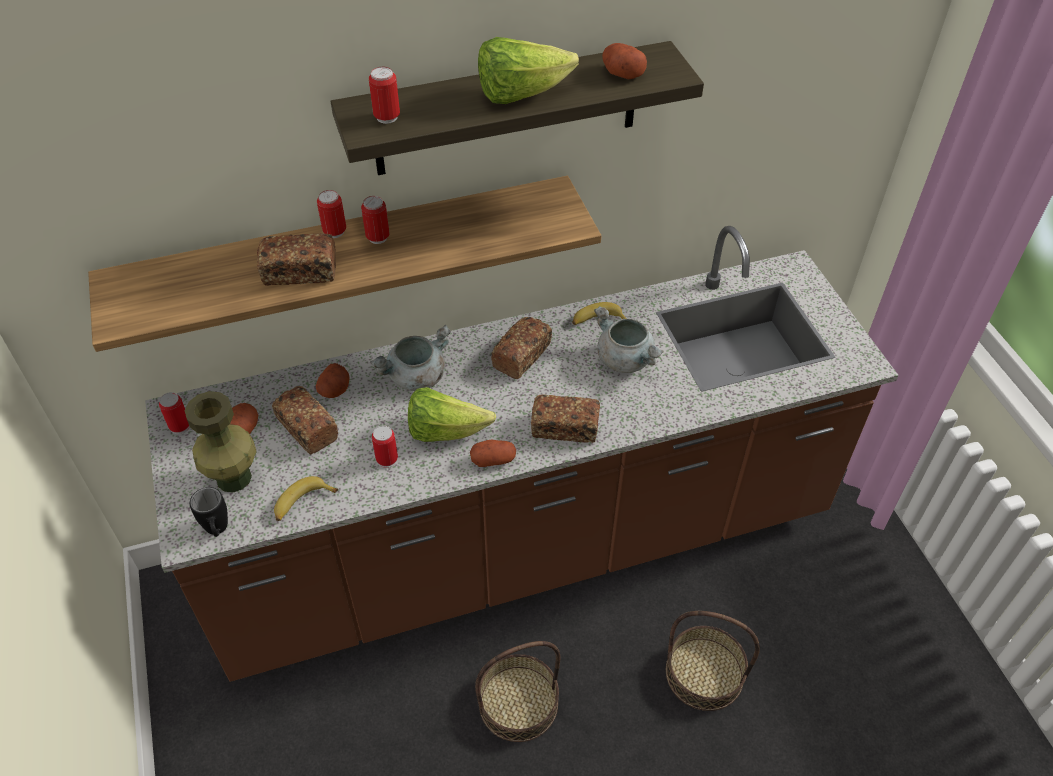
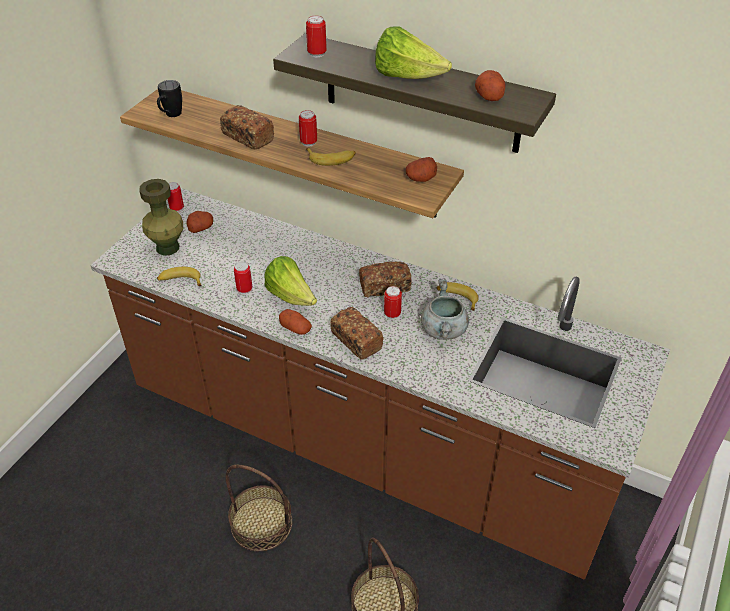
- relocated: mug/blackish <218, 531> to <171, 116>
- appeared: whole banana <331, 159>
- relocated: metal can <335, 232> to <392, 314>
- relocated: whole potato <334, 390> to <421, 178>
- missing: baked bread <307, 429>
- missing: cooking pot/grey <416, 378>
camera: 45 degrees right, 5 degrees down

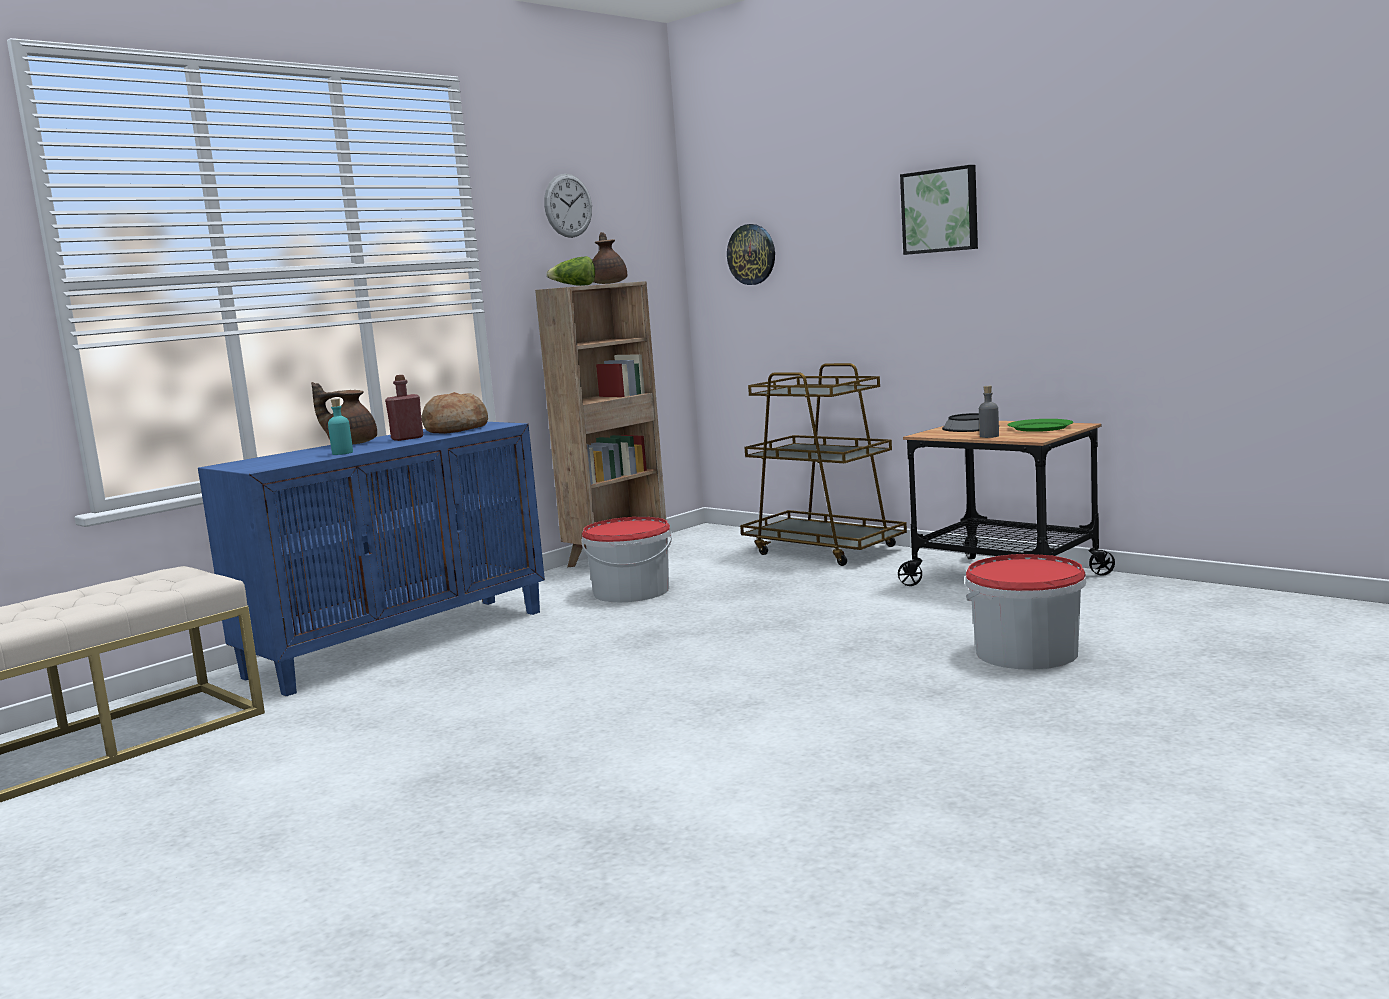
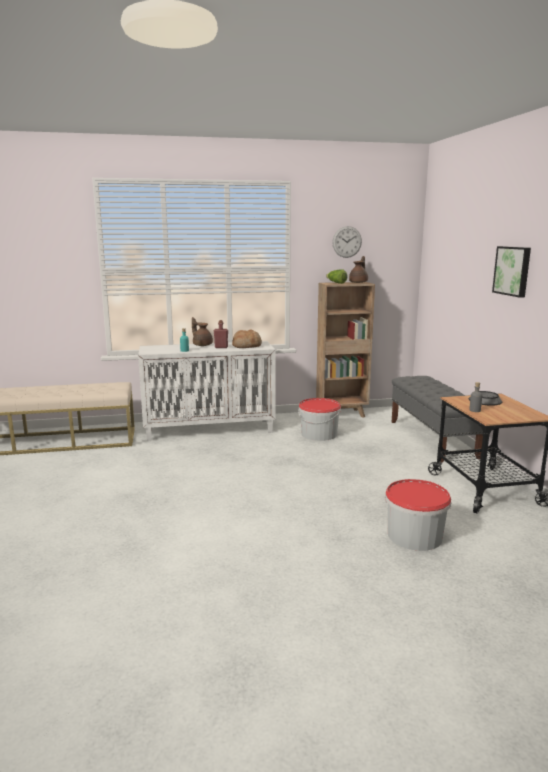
- colour: cupboard/bluish <400, 642> to cupboard/white <210, 430>
- exchanged: cart/brownish <823, 550> to bench/grey <432, 439>
- missing: hanging clock <752, 254>
- missing: flat dish/green <1040, 428>
camera: 35 degrees right, 5 degrees up

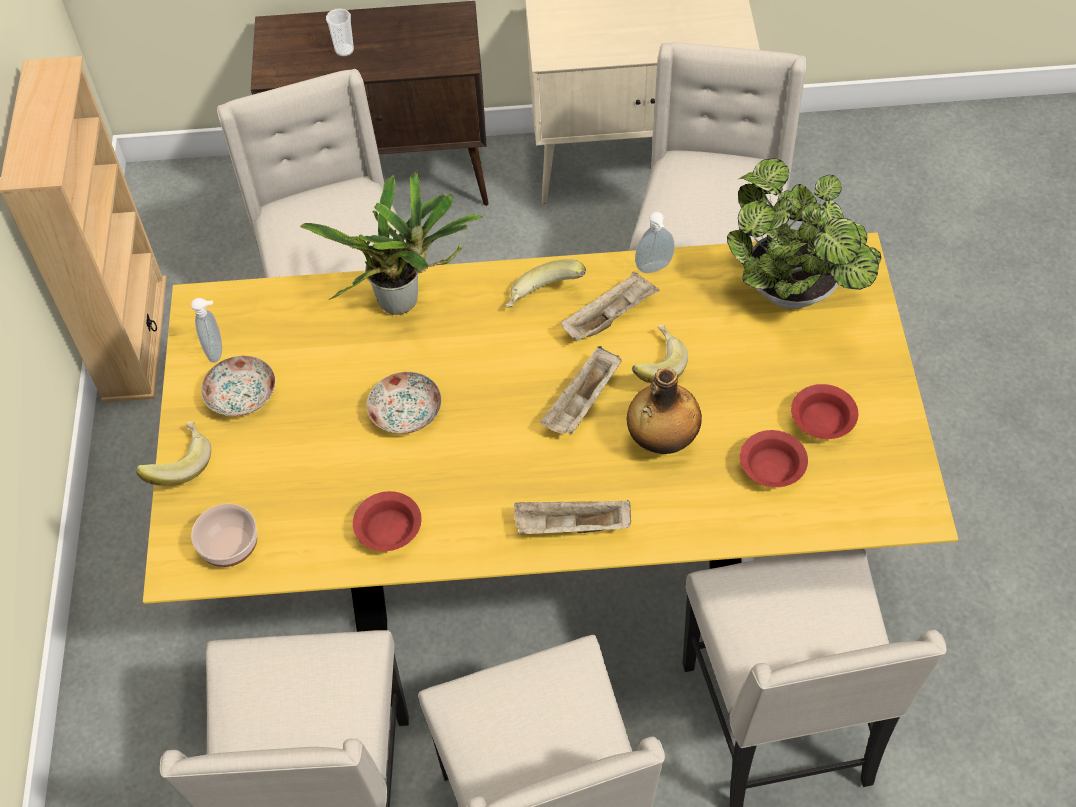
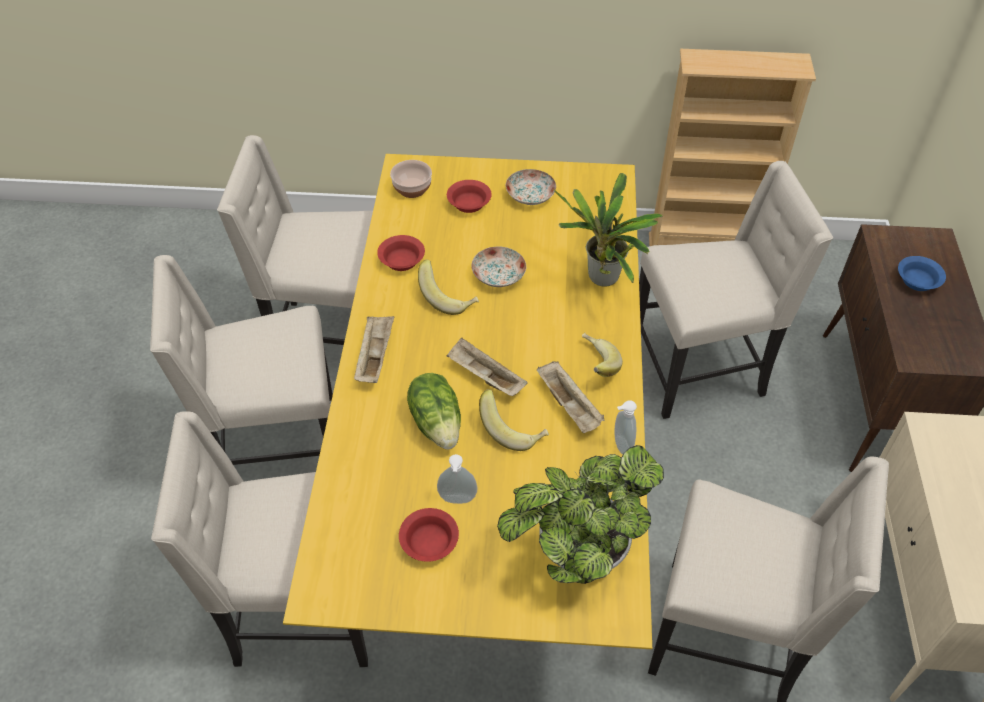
- exchanged: drink bottle <661, 441> to lettuce <437, 423>
- relocated: whole banana <178, 464> to <448, 298>
- relocated: soap dispenser <217, 351> to <457, 500>
- relocated: deep dish/red-coloured <773, 468> to <469, 204>
- exchanged: cup <344, 50> to deep dish/bluish <916, 281>
camera: 95 degrees right, 5 degrees down

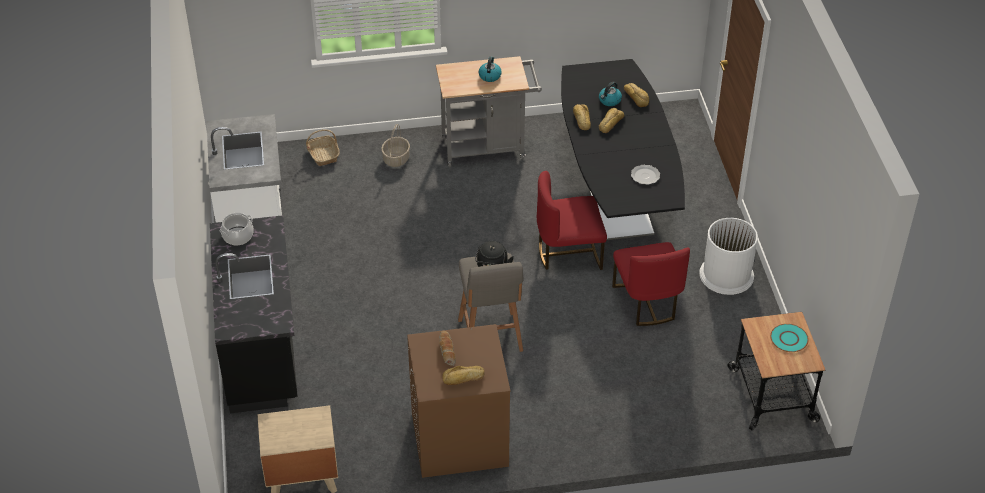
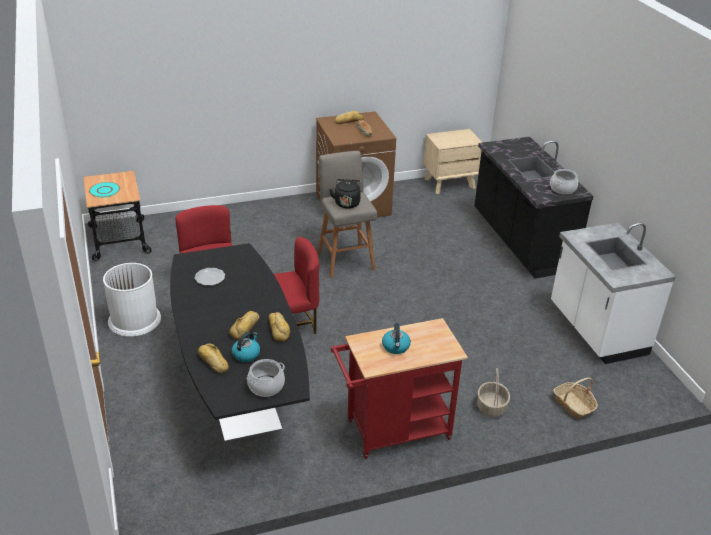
- appeared: cooking pot <266, 386>
- colour: cart/grey <488, 147> to cart/red-coloured <391, 432>
camera: 170 degrees right, 10 degrees down

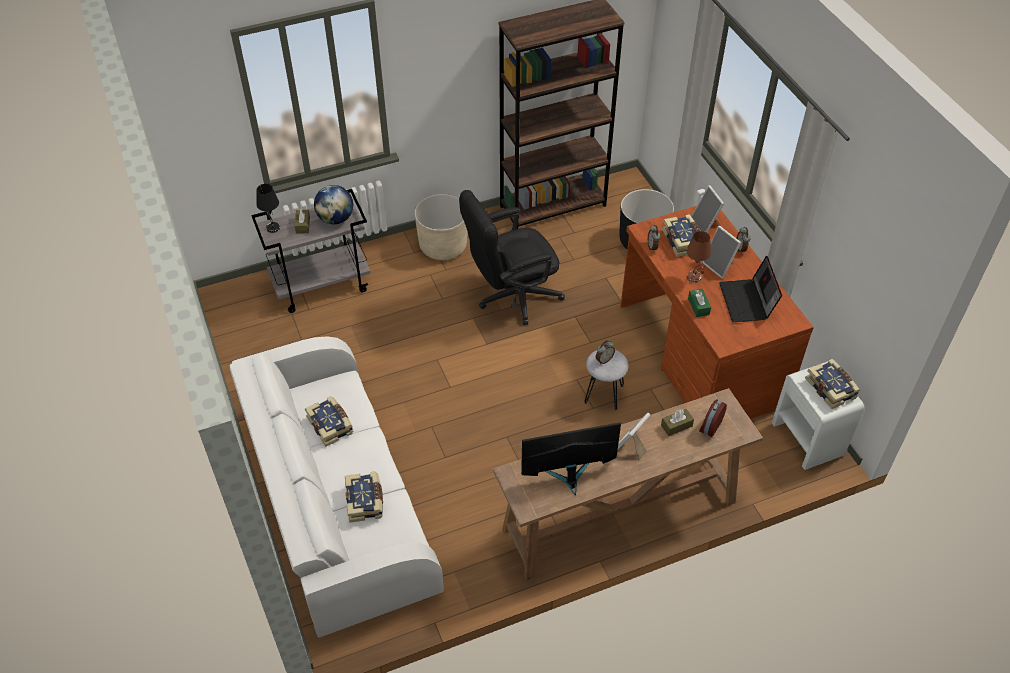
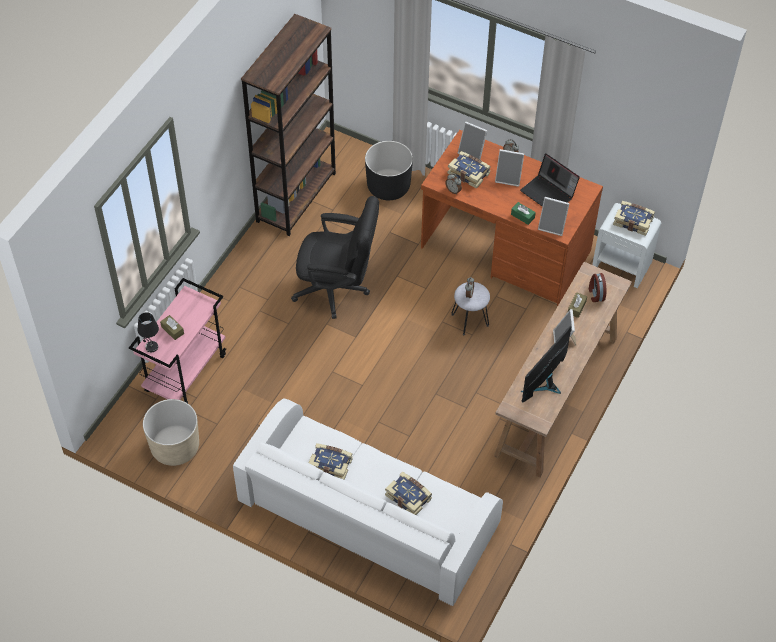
- colour: cart/grey <322, 285> to cart/pink <186, 372>
- relocated: planter/beige-coloured <443, 246> to <175, 447>
- spun: computer chair/blackish <511, 297> = <337, 289> 105 degrees counterclockwise
- appeared: photo frame <552, 226>
- missing: globe <336, 219>
- missing: tabletop lamp/brownish <694, 277>
camera: 40 degrees left, 5 degrees up

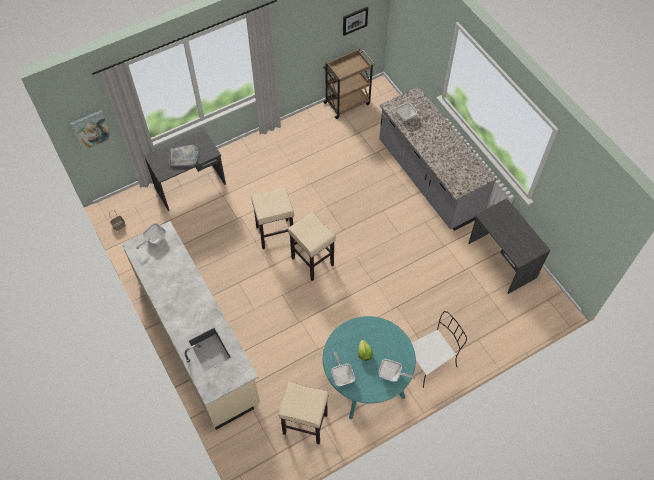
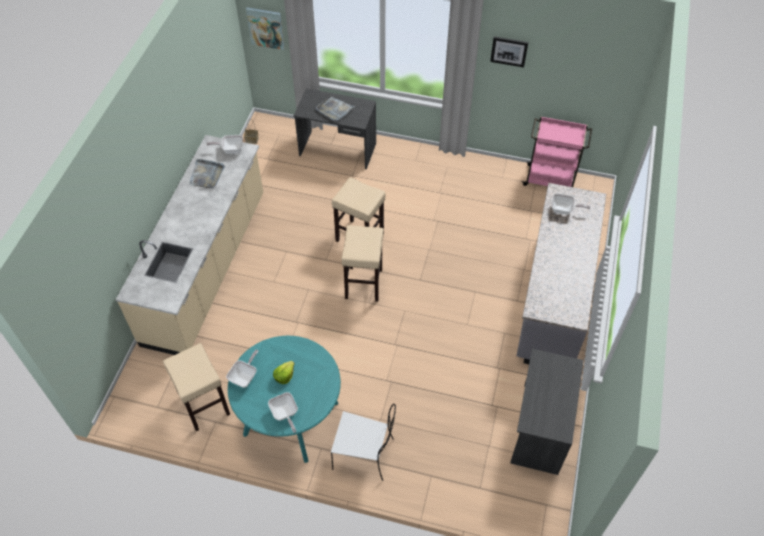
- appeared: tray/grey <206, 175>
- relocated: wall picture <354, 20> to <509, 51>
- colour: cart/brownish <347, 103> to cart/pink <550, 179>
camera: 45 degrees right, 5 degrees down

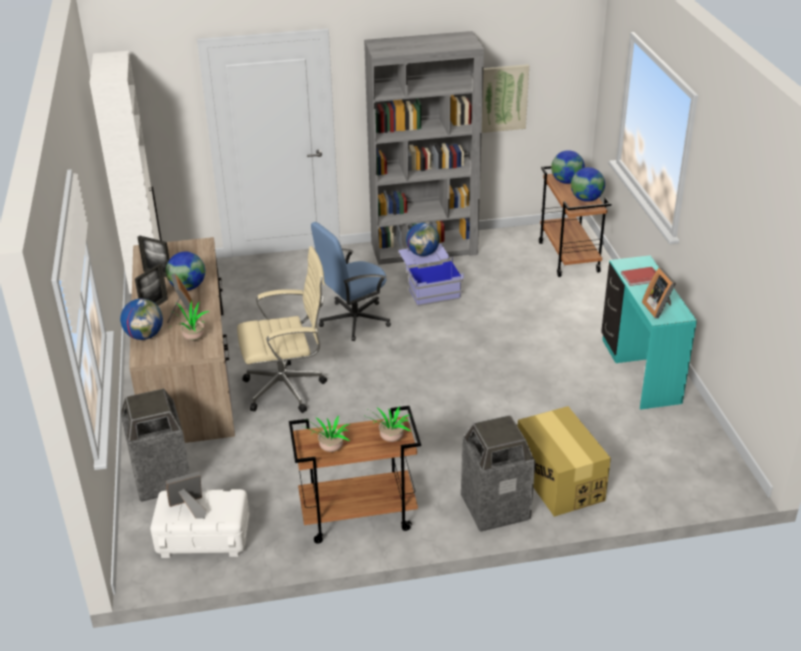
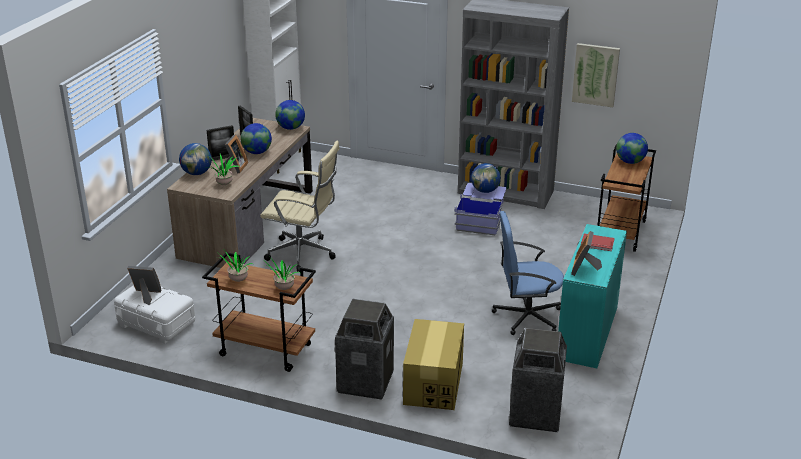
- relocated: globe <586, 199> to <290, 128>
- relocated: computer chair/bluish <353, 320> to <526, 316>
- relocated: waste bin <161, 479> to <535, 414>
camera: 30 degrees right, 5 degrees down

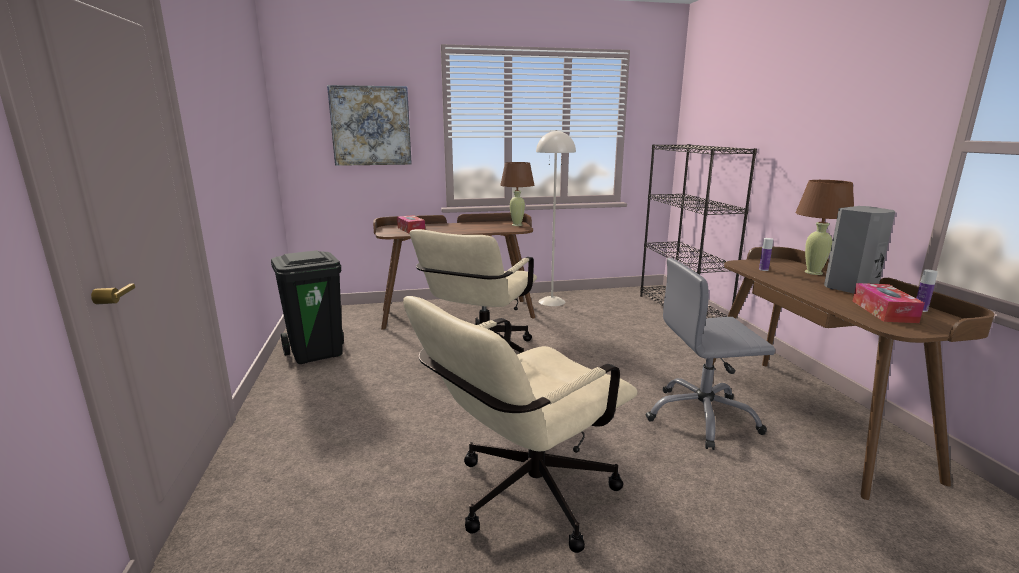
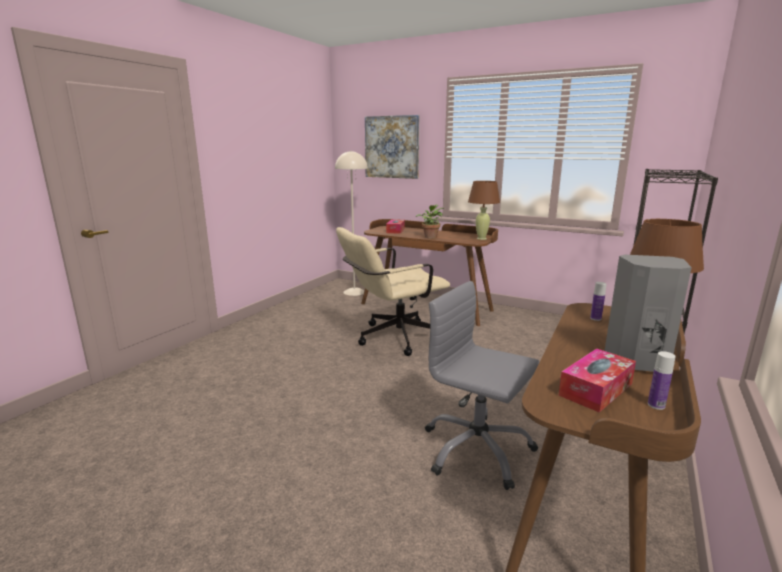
- relocated: standing lamp/beige-coloured <552, 301> to <354, 292>
- appeared: plant in a pot <430, 237>
- missing: waste bin/blackish <317, 353>
- missing: computer chair/beige-coloured <523, 498>
camera: 40 degrees right, 0 degrees up

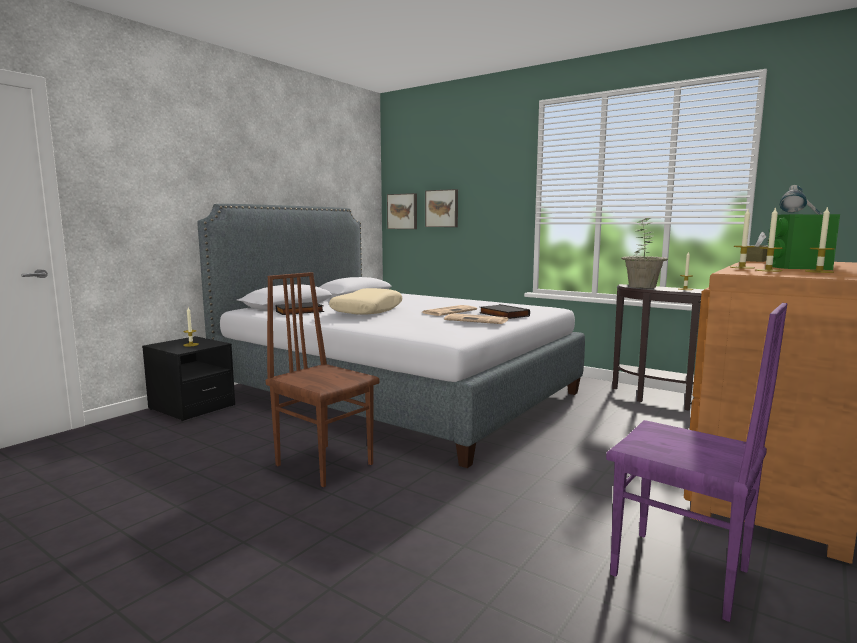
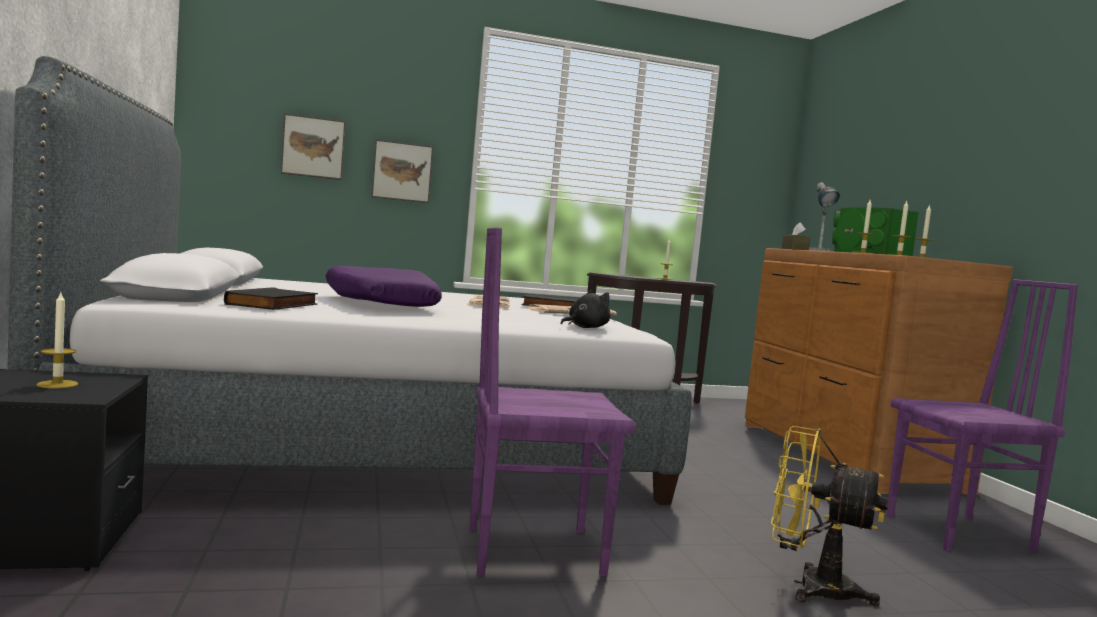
- colour: cushion/beige-coloured <367, 311> to cushion/purple <378, 303>
- relocated: wall picture <403, 211> to <402, 171>
- colour: upright chair/brownish <325, 464> to upright chair/purple <532, 550>
- appeared: cuddly toy/blackish <585, 327>
- appeared: cooling fan/yellowish <810, 586>
- missing: plant in a pot <642, 286>
camera: 50 degrees left, 5 degrees down

